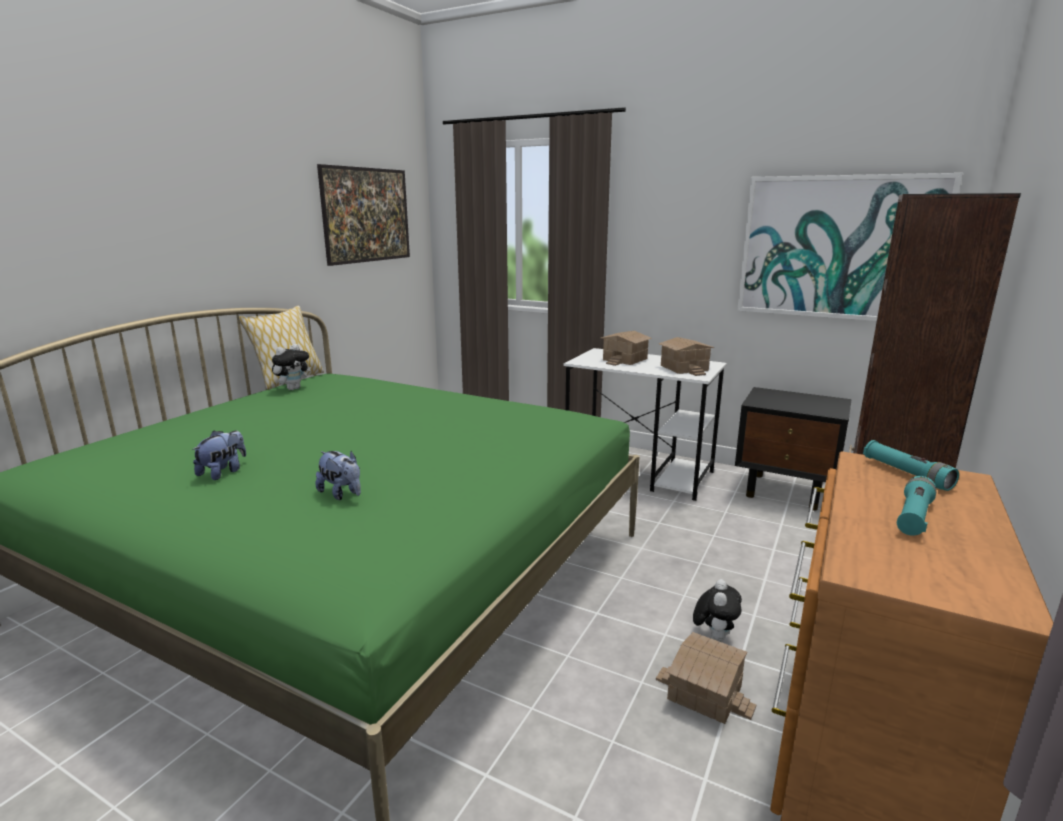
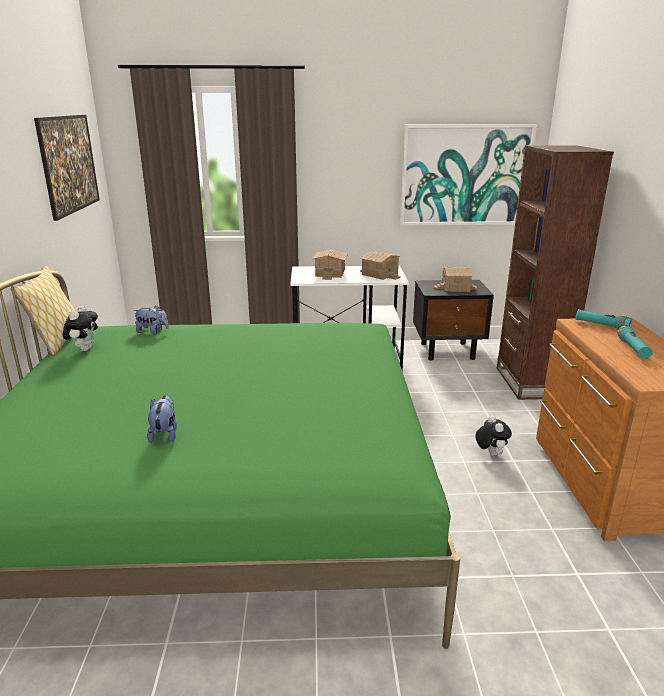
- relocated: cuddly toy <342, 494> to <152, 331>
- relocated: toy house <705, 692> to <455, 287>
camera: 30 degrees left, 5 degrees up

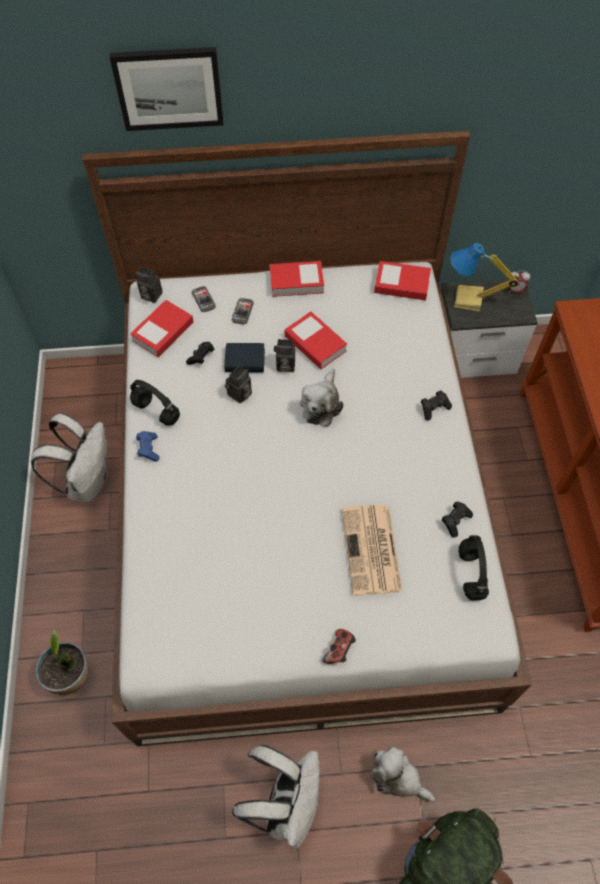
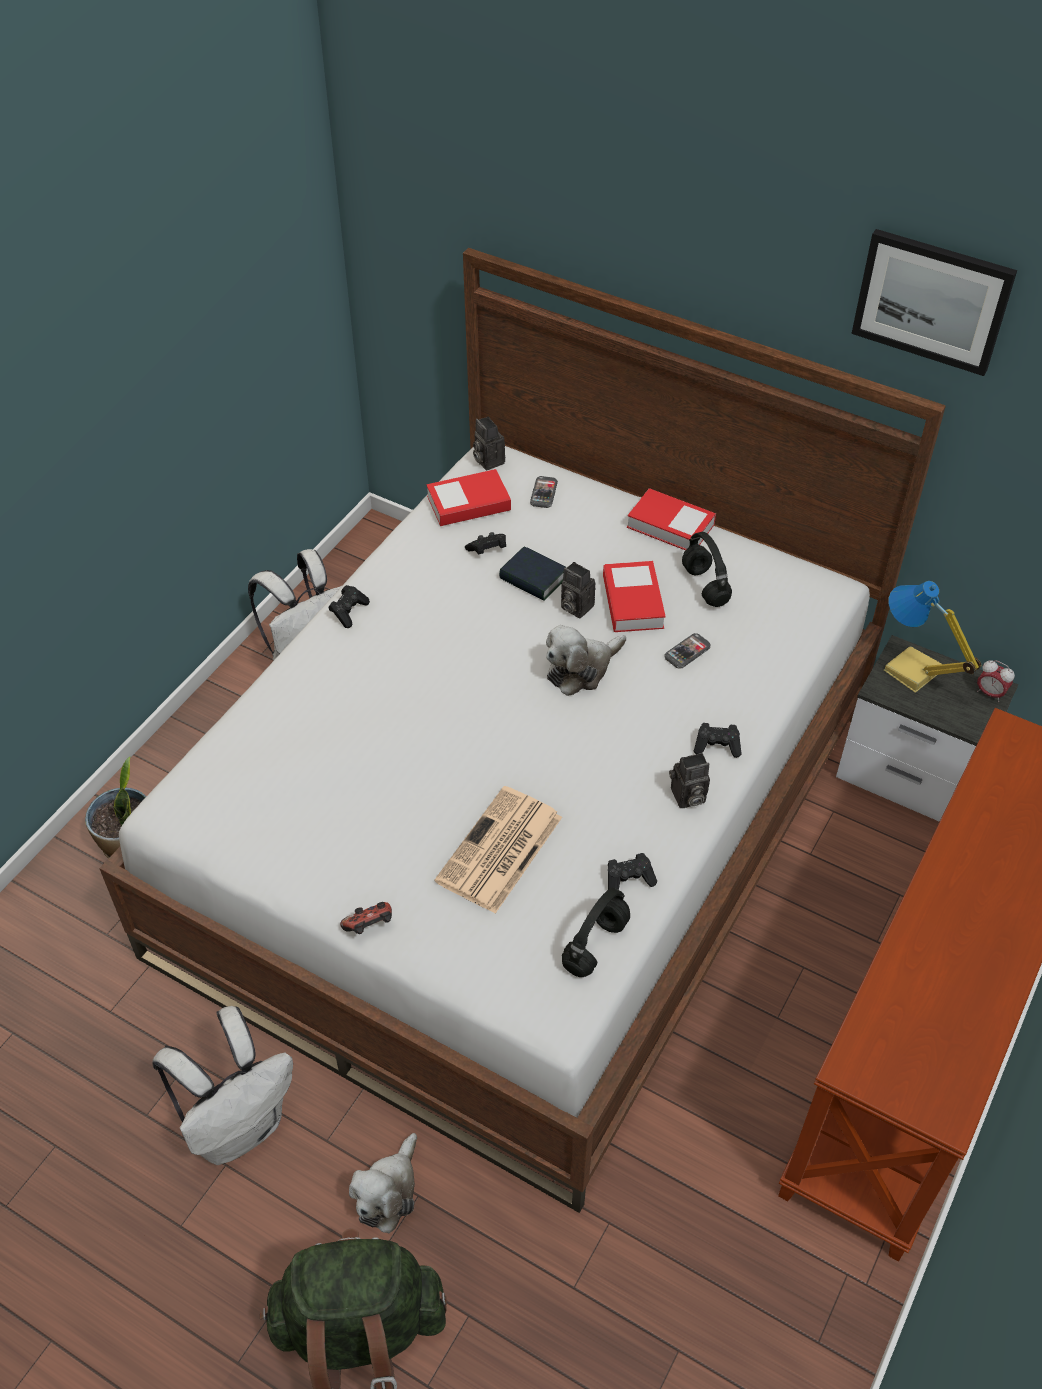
- colour: joypad/bluish <148, 449> to joypad/blackish <349, 612>
- spun: cuddly toy <398, 777> = <388, 1192> 135 degrees counterclockwise
- relocated: telephone <242, 312> to <687, 652>
- relocated: still camera <240, 395> to <687, 797>
- relocated: pair of headphones/blackish <157, 412> to <706, 587>
- relocated: wall picture <169, 88> to <932, 300>
- missing: volume <401, 284>
camera: 35 degrees right, 10 degrees down

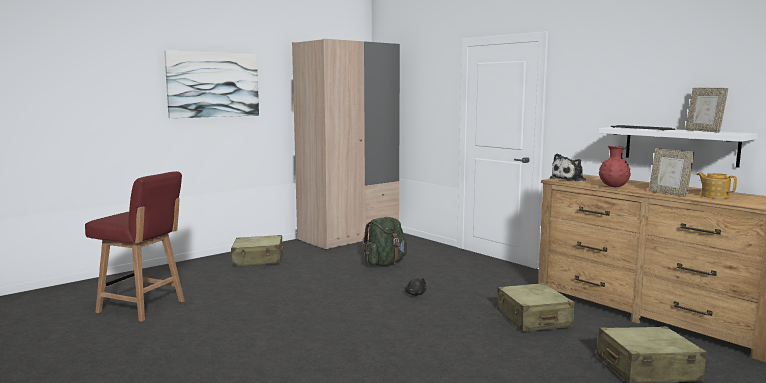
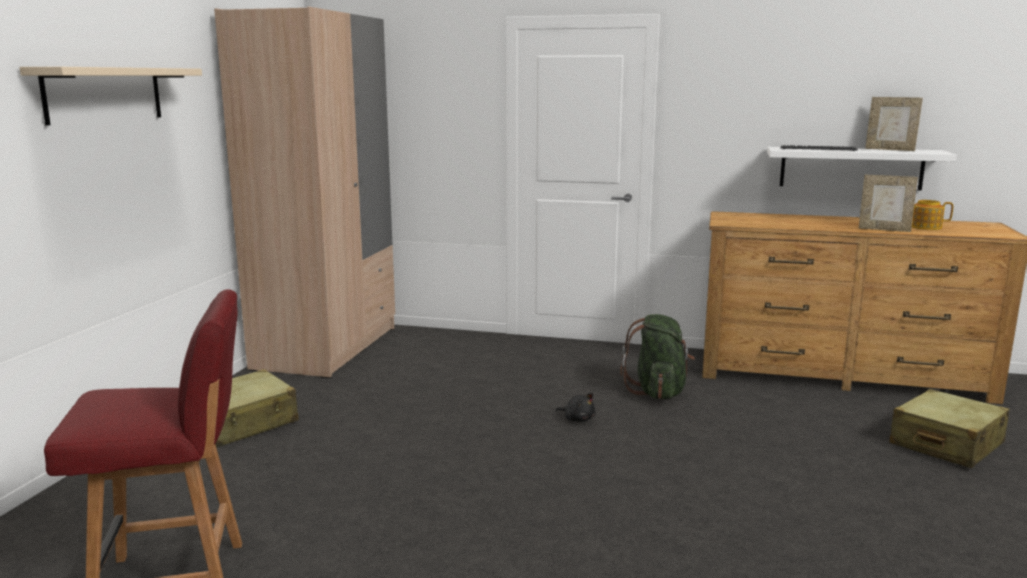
- exchanged: wall picture <213, 84> to bracket shelf/beige-coloured <104, 94>
- relocated: knapsack/green <385, 264> to <658, 392>
- missing: piece of luggage/beige-coloured <533, 319>
- missing: cuddly toy <569, 179>
- missing: vase/red-coloured <613, 187>
camera: 35 degrees left, 5 degrees up

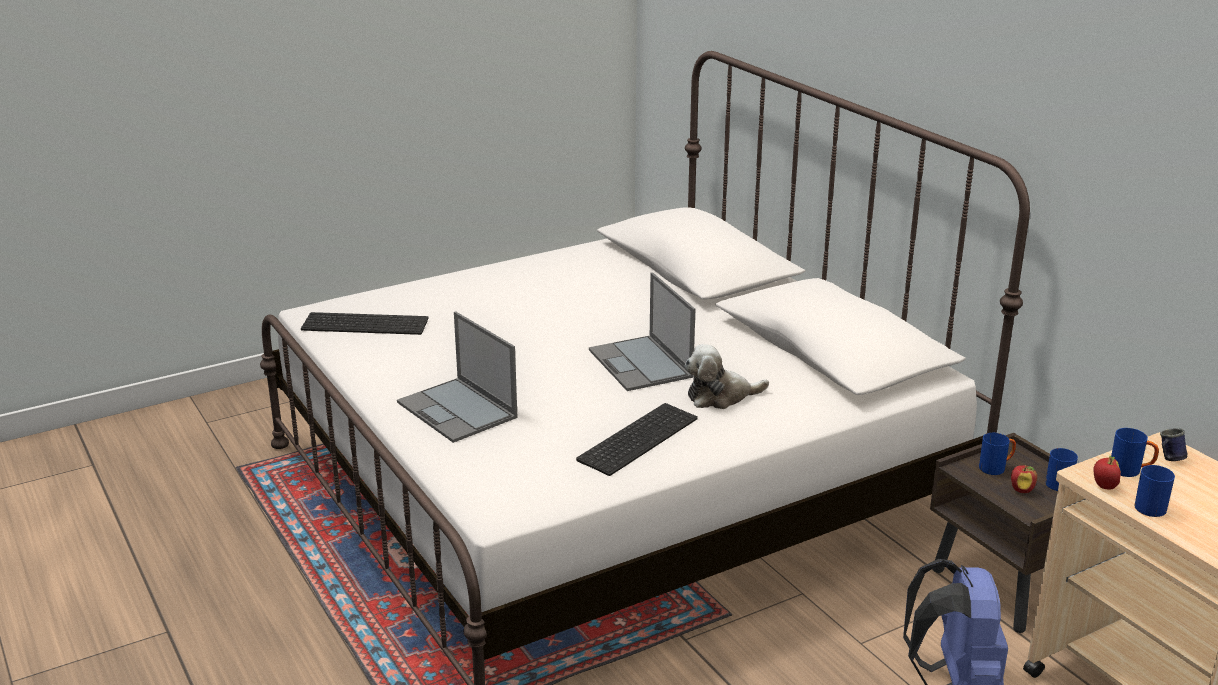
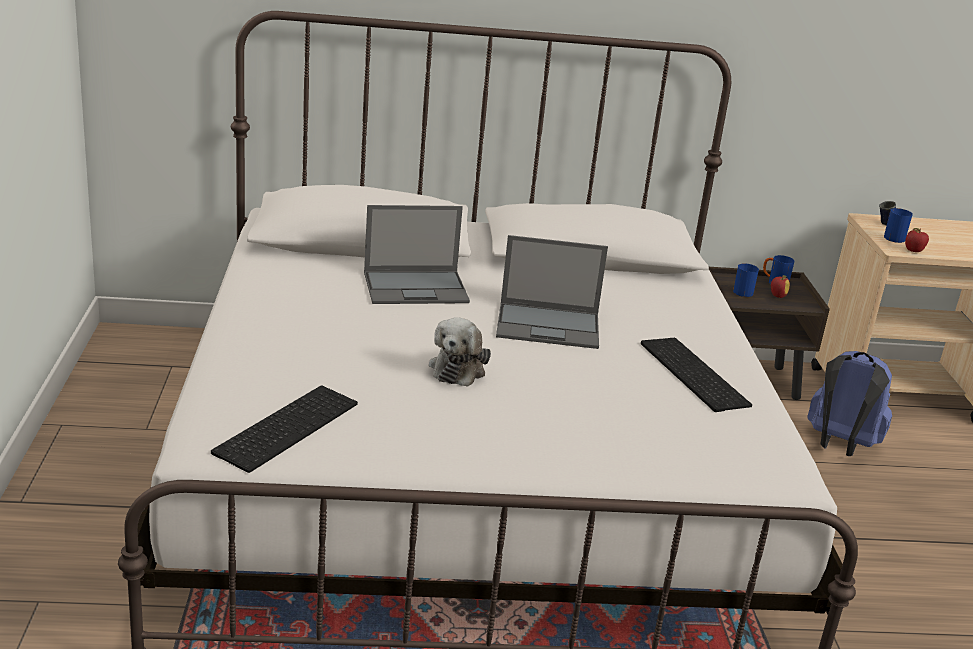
- relocated: notebook computer <458, 410> to <417, 287>
- relocated: cuddly toy <720, 396> to <459, 368>
- missing: mug/bluish <1148, 505>
camera: 65 degrees left, 0 degrees up

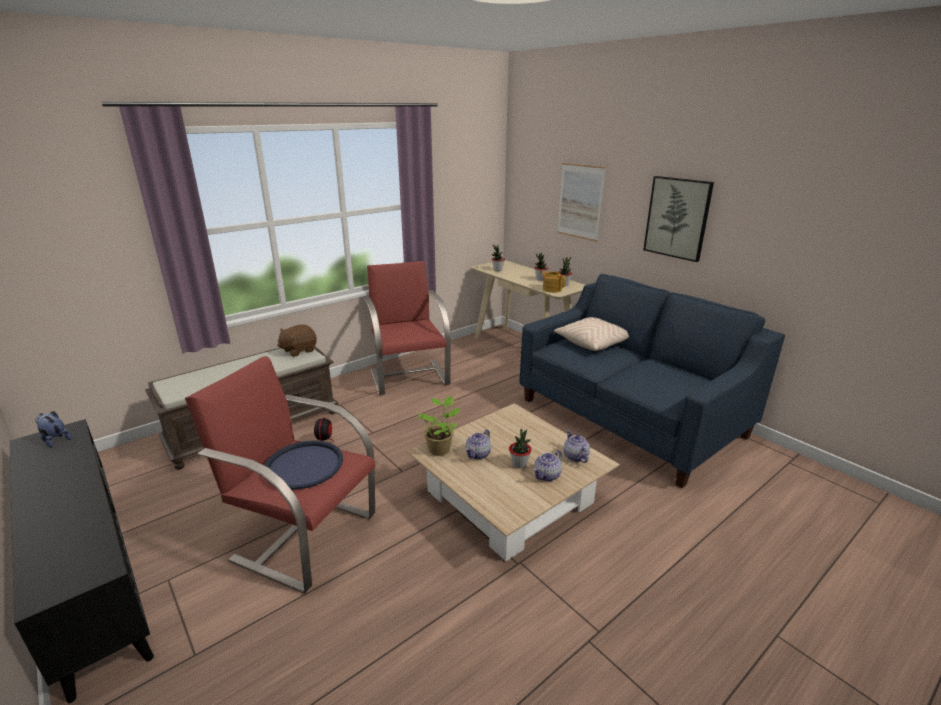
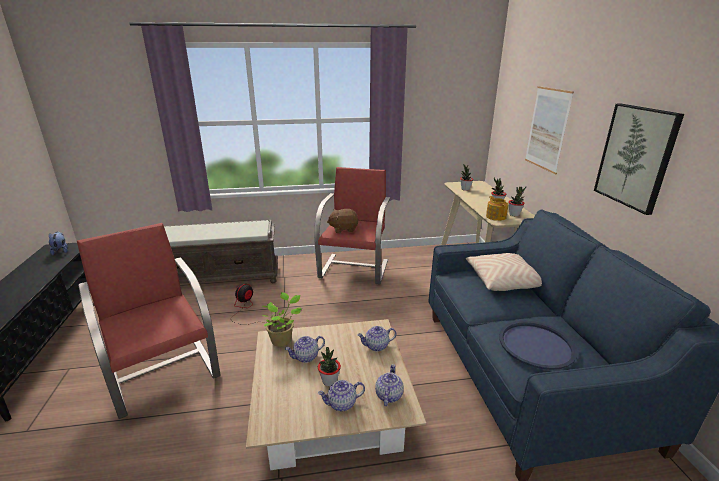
- relocated: cuddly toy/brownish <298, 350> to <343, 229>
- appeared: tea pot <376, 346>
- relocated: tray/bluish <304, 465> to <536, 345>
camera: 30 degrees right, 0 degrees up

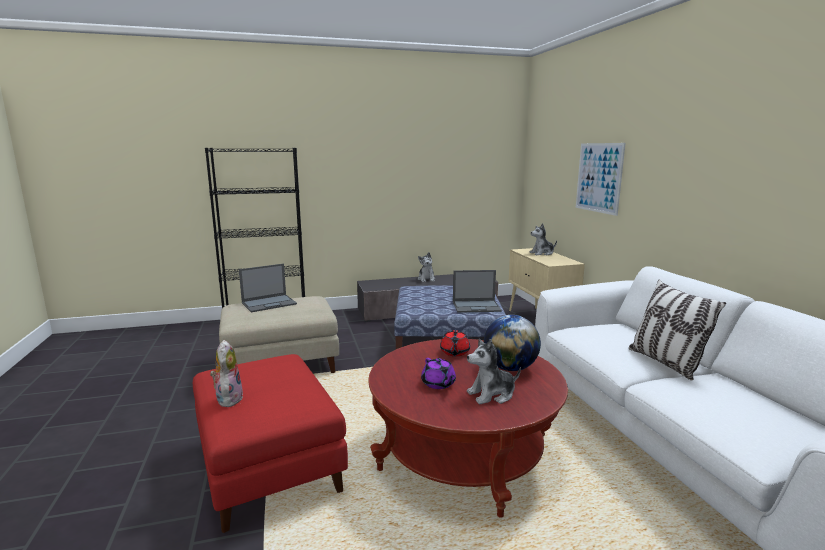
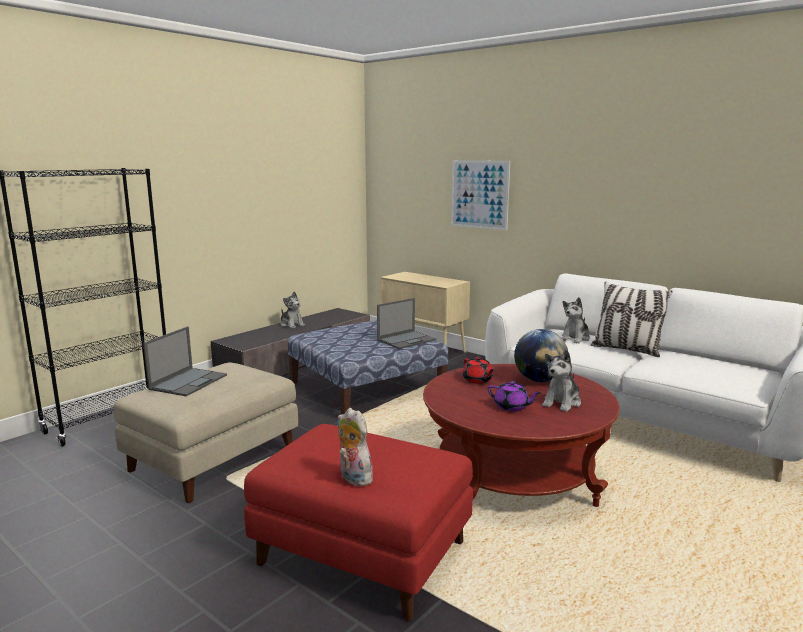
- relocated: cuddly toy <542, 253> to <575, 338>
camera: 35 degrees left, 0 degrees up

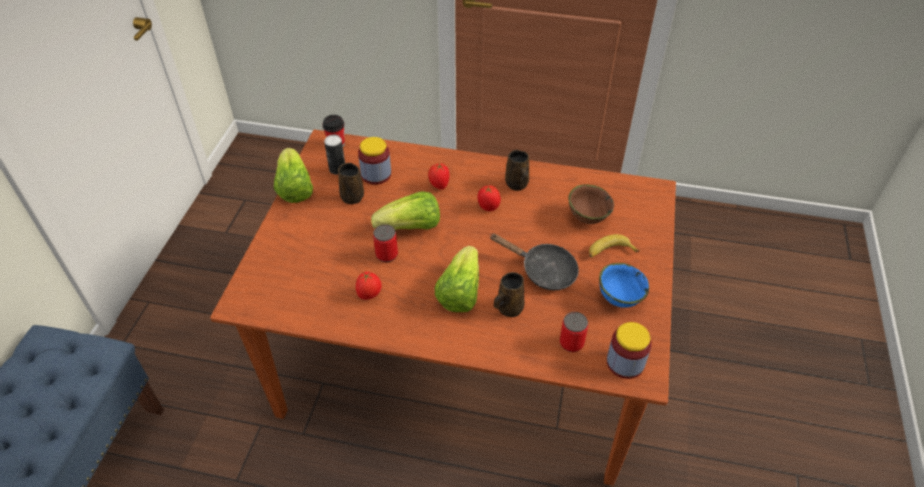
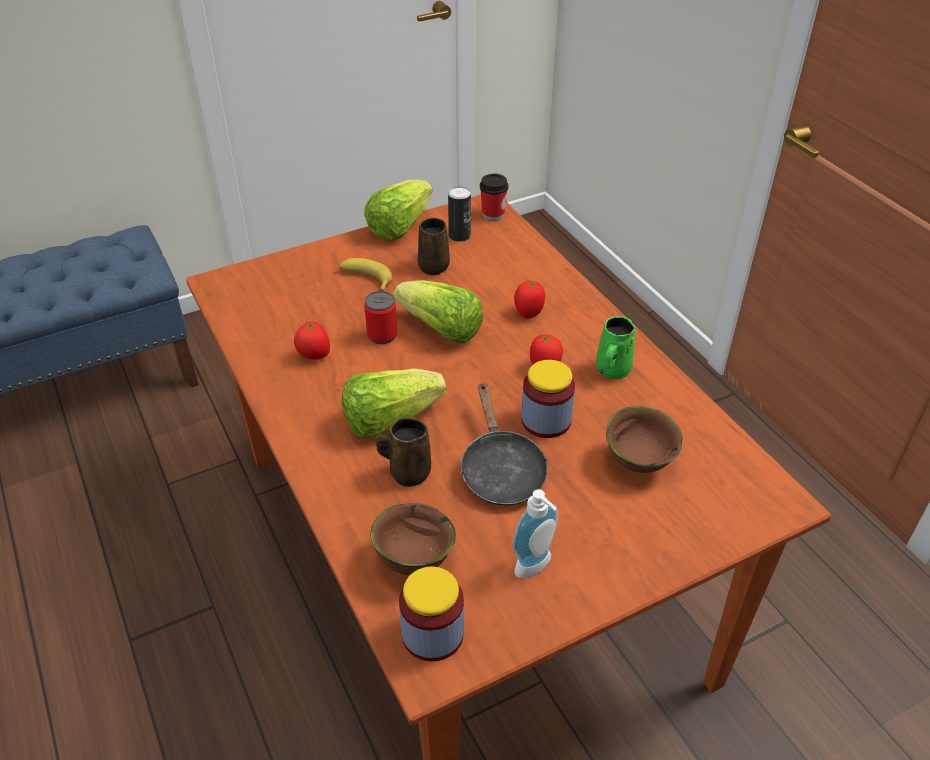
- relocated: whole banana <609, 252> to <365, 279>
- exchanged: metal can <571, 343> to deep dish/brownish <412, 560>
- exchanged: deep dish/bluish <618, 298> to soap dispenser <536, 568>
- relocated: preserve jar <376, 174> to <546, 420>
- colour: mug/brownish <517, 185> to mug/green <612, 370>
camera: 50 degrees right, 5 degrees down

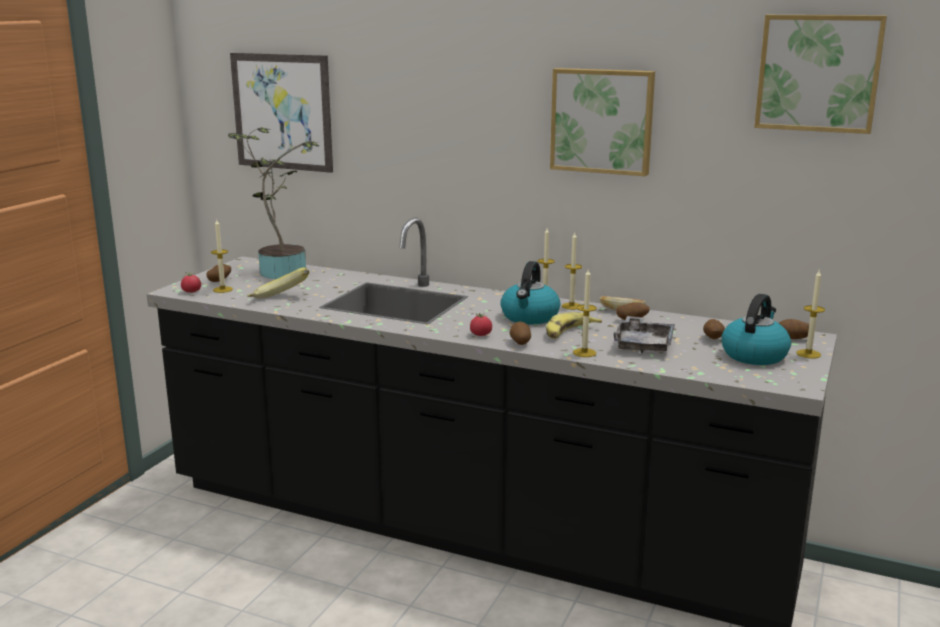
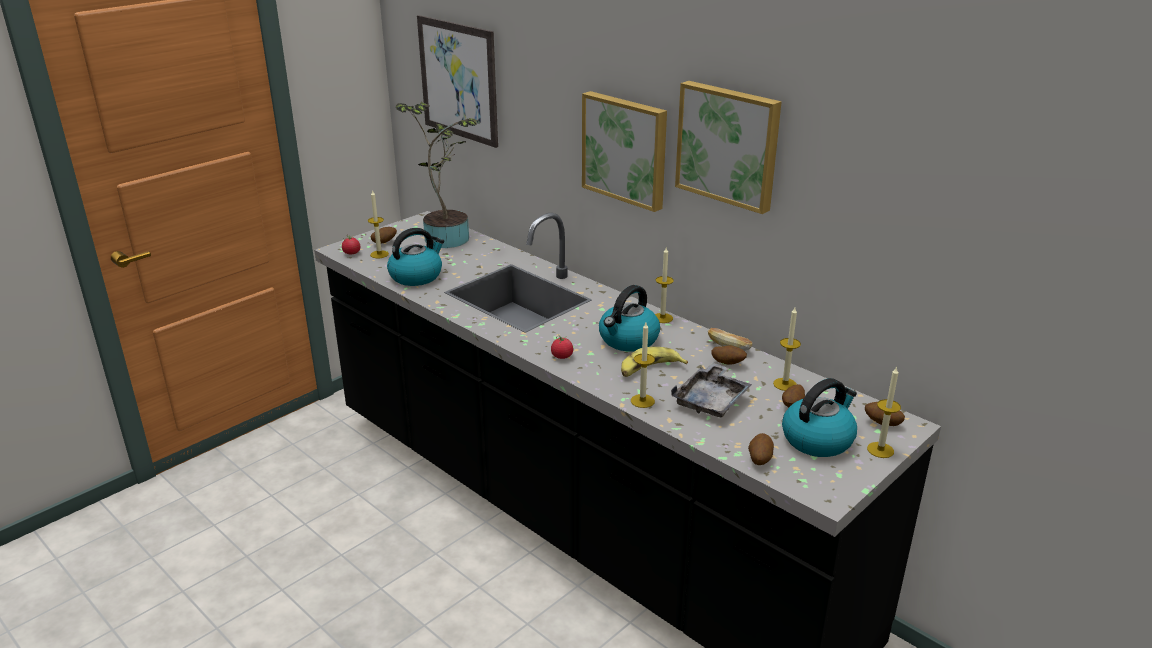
- exchanged: whole banana <278, 300> to tea kettle <416, 276>
- relocated: wall picture <818, 73> to <626, 149>
- relocated: whole potato <520, 343> to <759, 459>
- relocated: candle <571, 306> to <785, 384>
camera: 20 degrees right, 10 degrees up

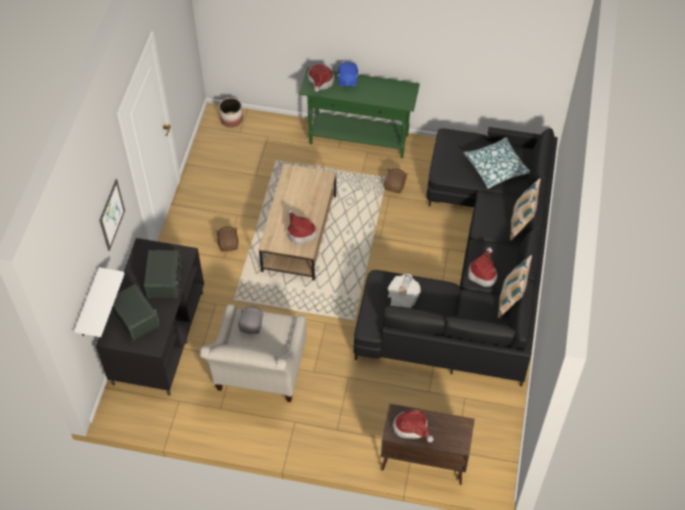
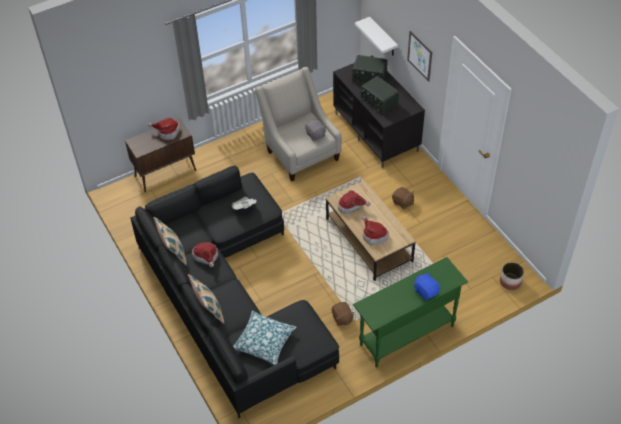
- relocated: wearable hat <320, 82> to <373, 235>
camera: 140 degrees right, 5 degrees down

